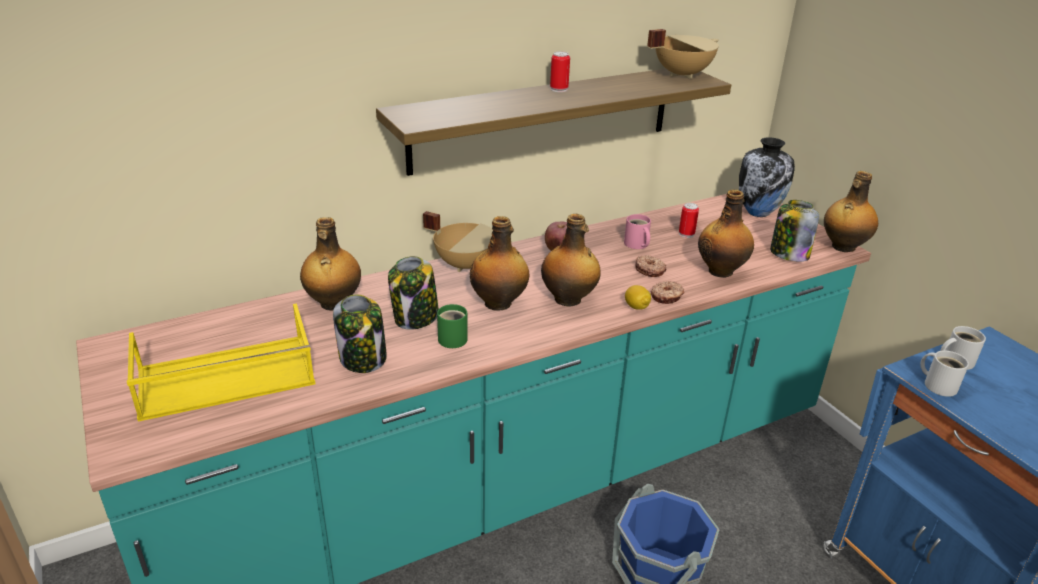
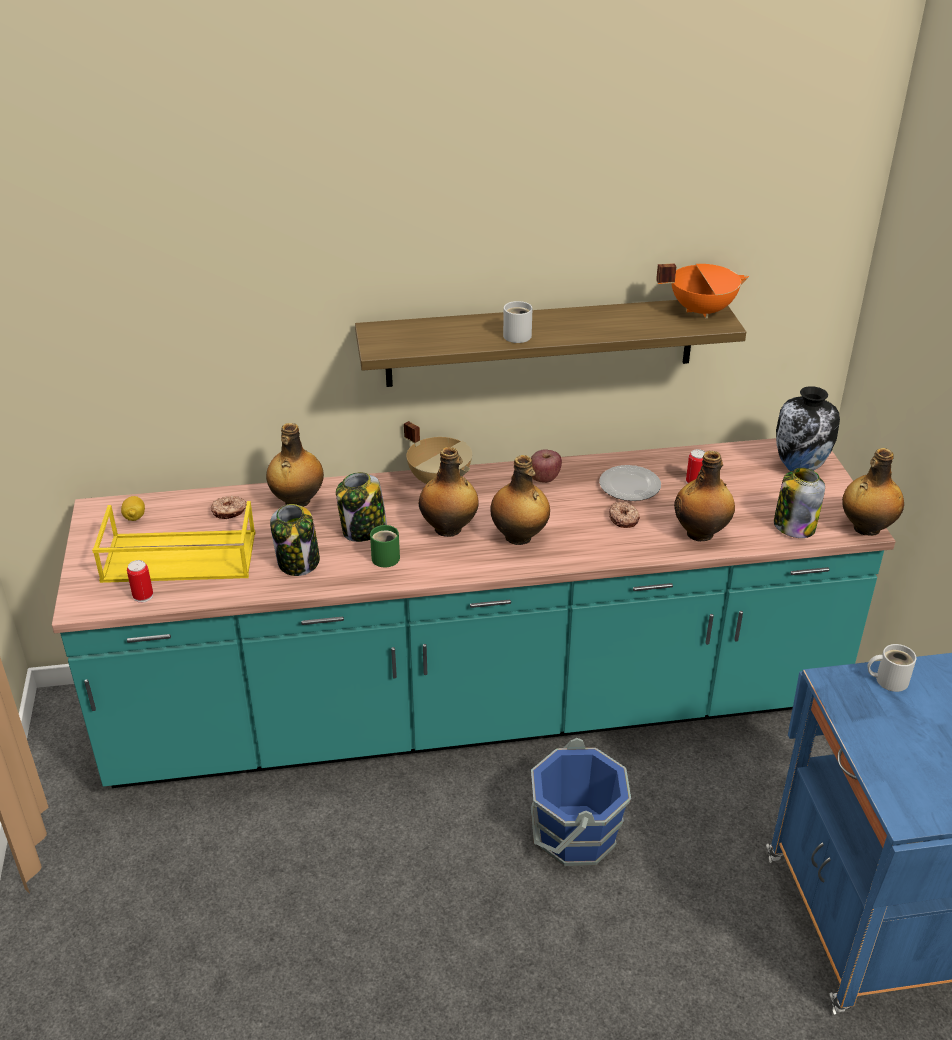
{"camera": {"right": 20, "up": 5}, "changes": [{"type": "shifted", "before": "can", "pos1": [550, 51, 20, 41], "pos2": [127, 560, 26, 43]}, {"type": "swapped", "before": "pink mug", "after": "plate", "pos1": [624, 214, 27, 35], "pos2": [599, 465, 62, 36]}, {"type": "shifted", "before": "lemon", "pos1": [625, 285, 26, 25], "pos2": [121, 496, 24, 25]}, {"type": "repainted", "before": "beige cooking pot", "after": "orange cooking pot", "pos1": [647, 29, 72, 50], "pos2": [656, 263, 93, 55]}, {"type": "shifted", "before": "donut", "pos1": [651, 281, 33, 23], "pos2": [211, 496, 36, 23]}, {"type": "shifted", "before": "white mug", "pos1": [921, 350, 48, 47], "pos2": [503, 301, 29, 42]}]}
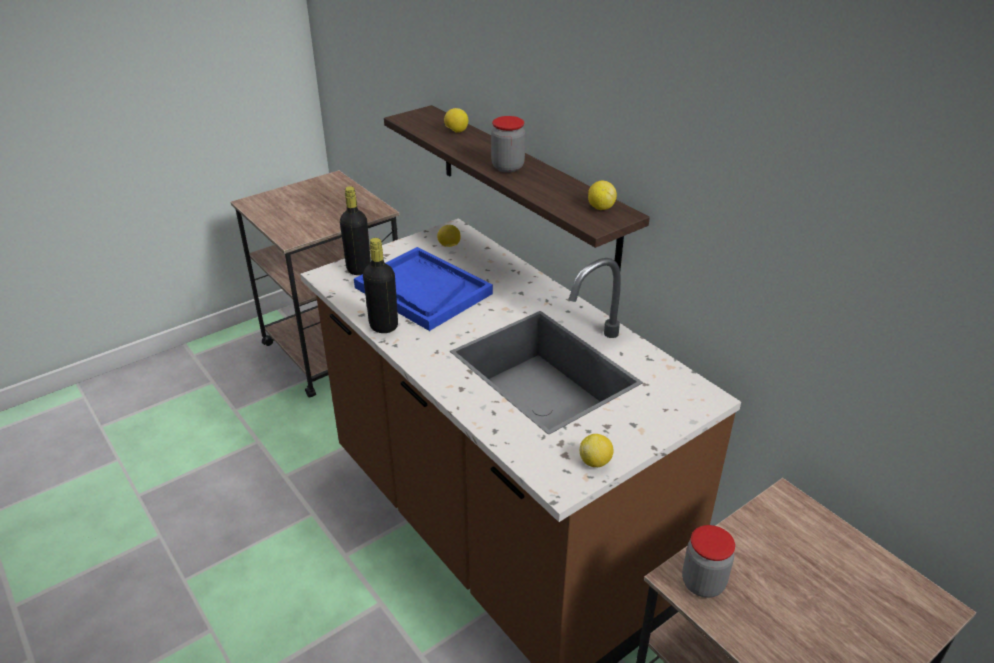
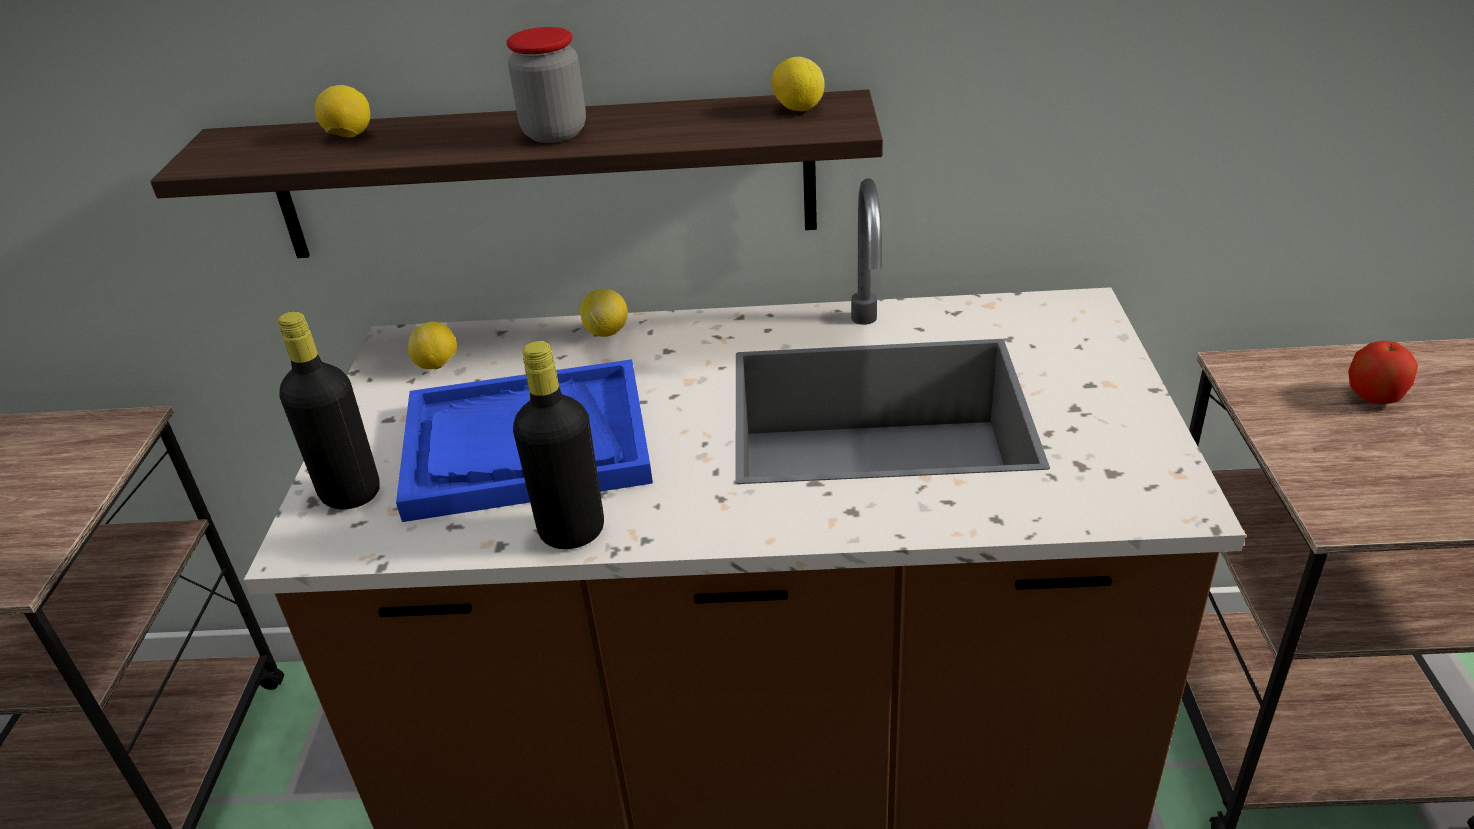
{"camera": {"right": -50, "up": 0}, "changes": [{"type": "shifted", "before": "lemon", "pos1": [580, 434, 34, 33], "pos2": [580, 289, 48, 48]}, {"type": "gone", "before": "jar", "pos1": [682, 525, 53, 73]}, {"type": "new", "after": "apple", "pos2": [1348, 341, 70, 63]}]}
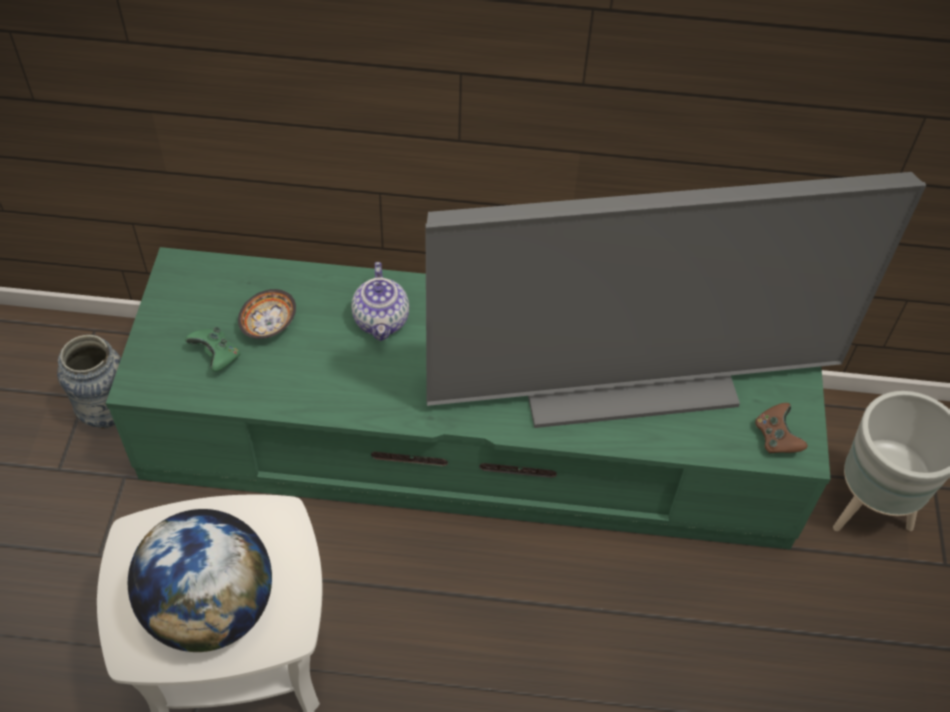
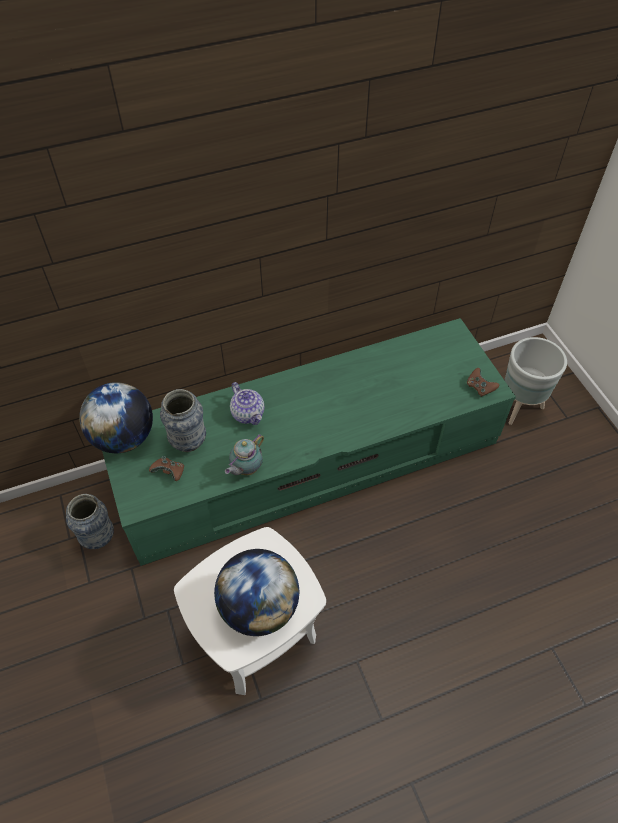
{"camera": {"right": -25, "up": 0}, "changes": [{"type": "repainted", "before": "green game controller", "after": "brown game controller", "pos1": [185, 327, 55, 45], "pos2": [149, 456, 35, 25]}, {"type": "swapped", "before": "bowl", "after": "vase", "pos1": [238, 289, 58, 50], "pos2": [160, 389, 46, 63]}, {"type": "gone", "before": "television", "pos1": [425, 172, 501, 256]}, {"type": "new", "after": "globe", "pos2": [79, 382, 74, 71]}, {"type": "new", "after": "teapot", "pos2": [225, 434, 39, 41]}]}
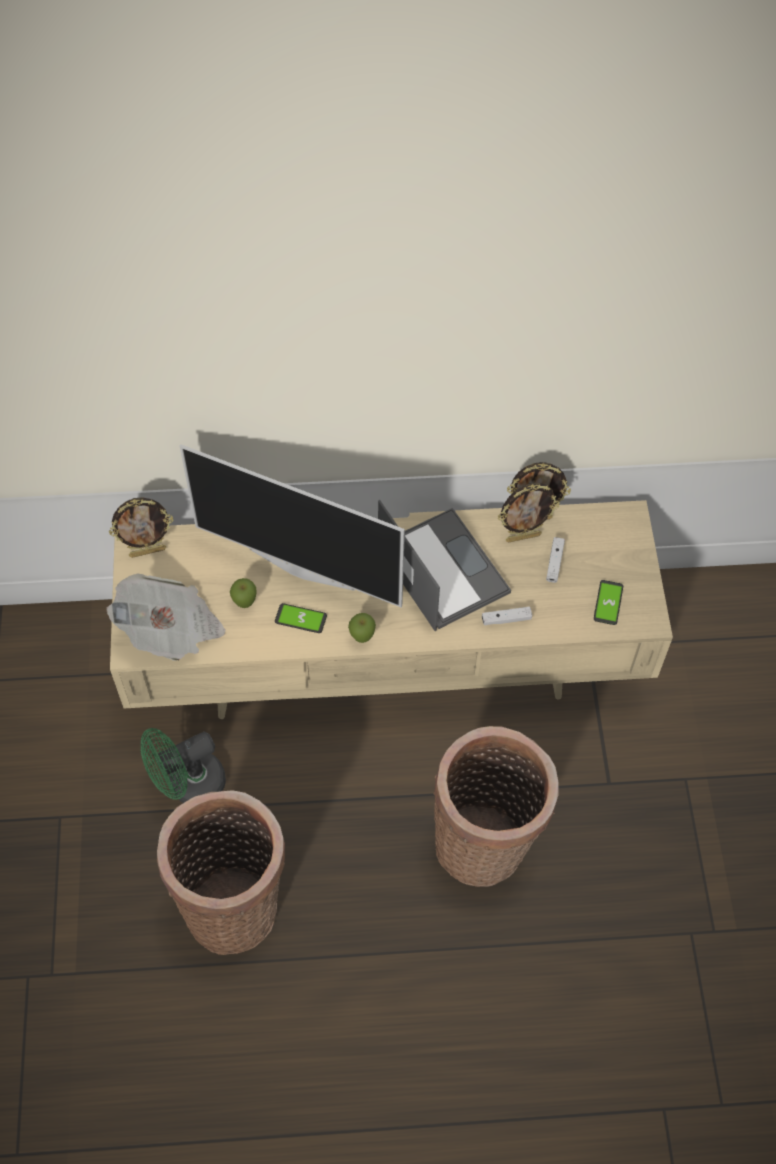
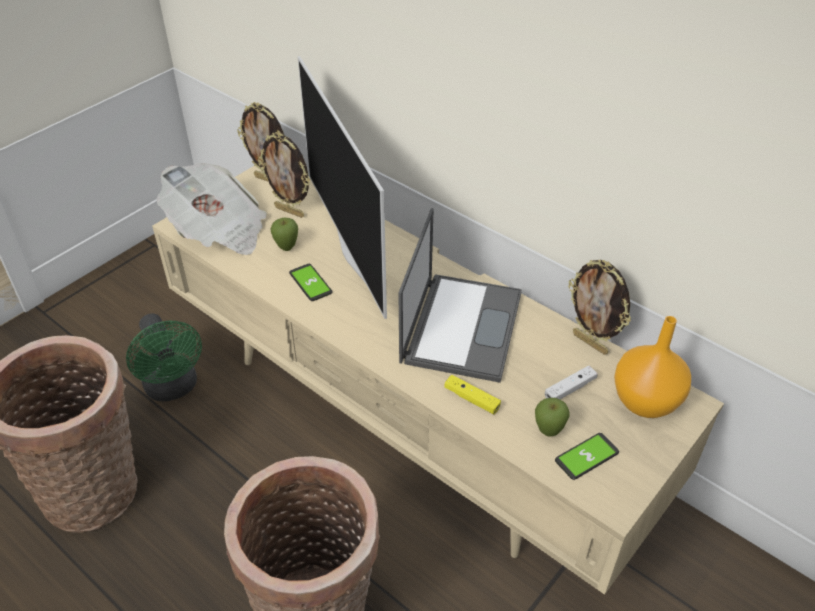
{"camera": {"right": 45, "up": -15}, "changes": [{"type": "rotated", "before": "green fan", "pos1": [141, 728, 85, 75], "pos2": [126, 314, 76, 87], "turn": -135}, {"type": "shifted", "before": "apple", "pos1": [348, 613, 28, 30], "pos2": [535, 398, 34, 38]}, {"type": "repainted", "before": "white game controller", "after": "yellow game controller", "pos1": [482, 607, 50, 18], "pos2": [444, 375, 57, 39]}, {"type": "shifted", "before": "picture frame", "pos1": [498, 483, 62, 60], "pos2": [258, 132, 52, 86]}, {"type": "new", "after": "orange vase", "pos2": [614, 316, 77, 102]}]}
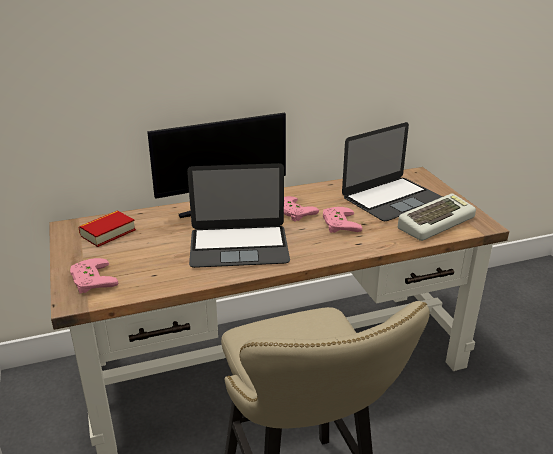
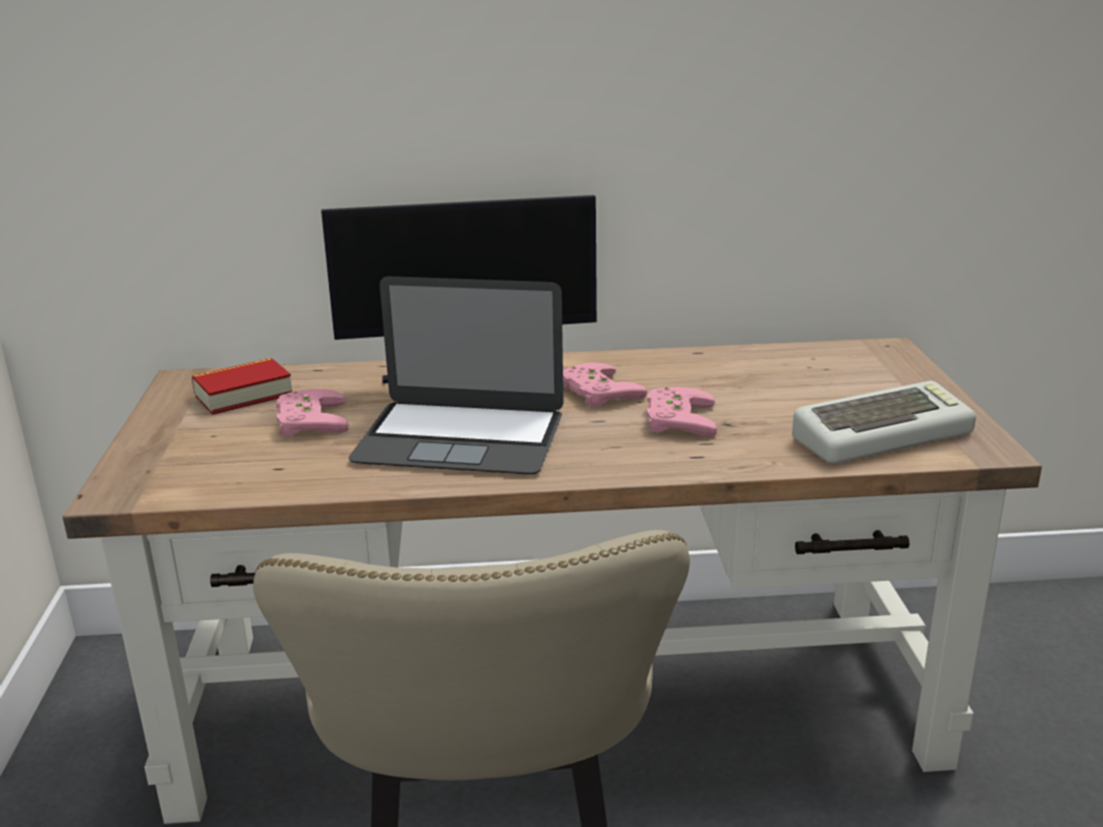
{"camera": {"right": 15, "up": -5}, "changes": [{"type": "shifted", "before": "pink game controller", "pos1": [70, 258, 48, 36], "pos2": [276, 389, 73, 48]}, {"type": "gone", "before": "laptop", "pos1": [342, 122, 100, 100]}]}
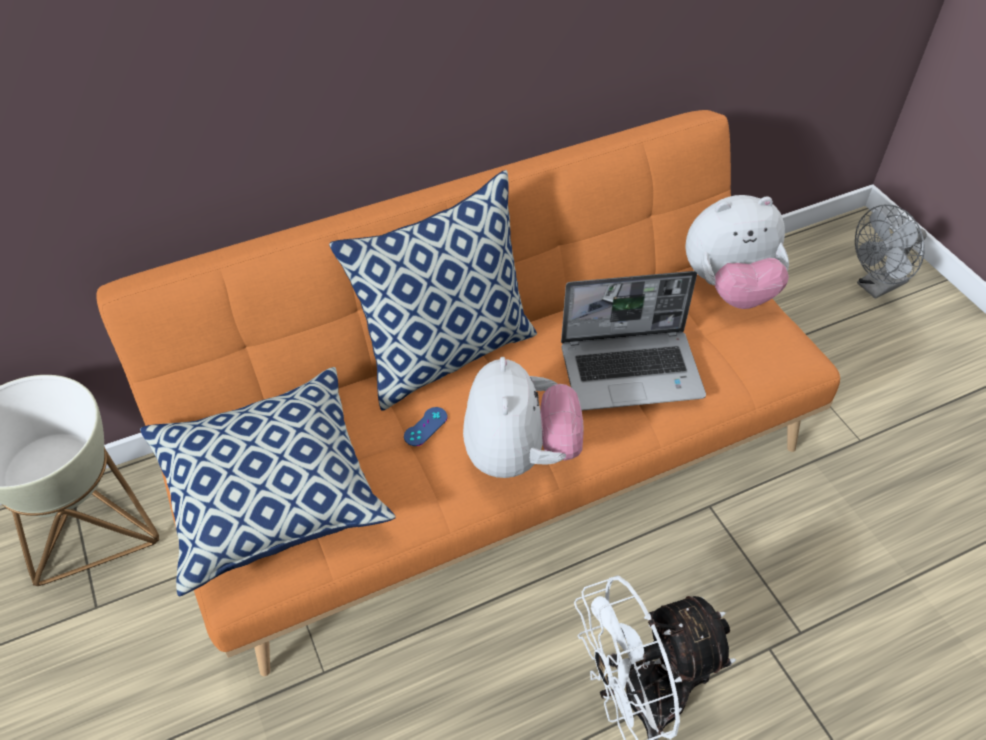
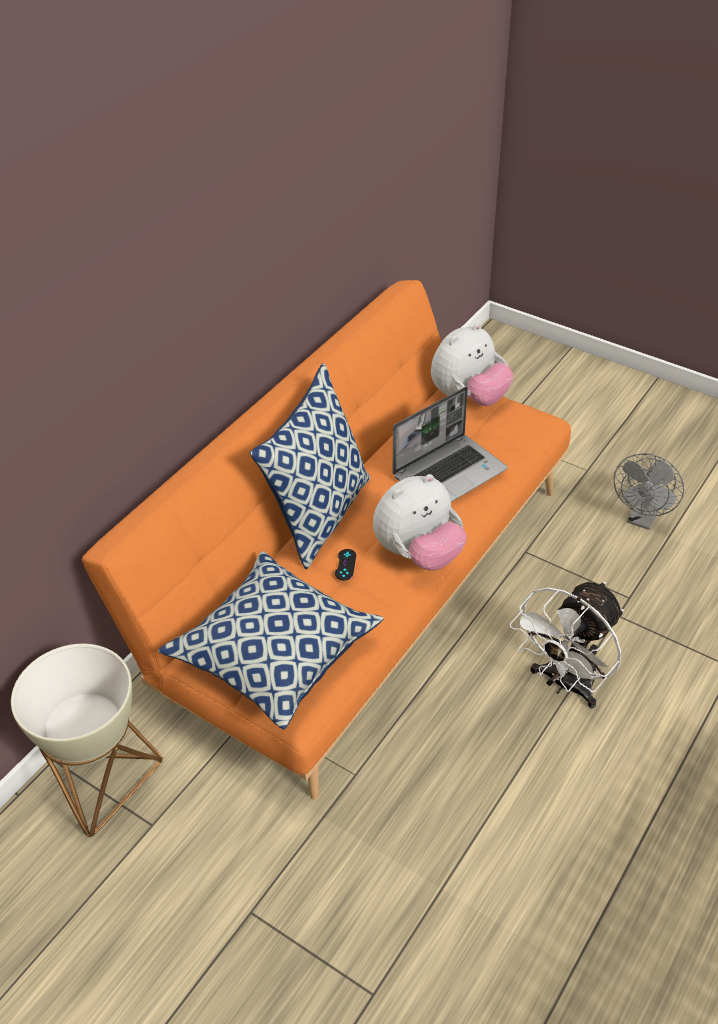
{"camera": {"right": -30, "up": -5}, "changes": [{"type": "repainted", "before": "blue game controller", "after": "black game controller", "pos1": [404, 407, 43, 39], "pos2": [335, 549, 21, 31]}, {"type": "rotated", "before": "plush toy", "pos1": [463, 357, 121, 121], "pos2": [373, 474, 94, 97], "turn": 90}, {"type": "shifted", "before": "grey fan", "pos1": [855, 204, 72, 95], "pos2": [614, 453, 70, 77]}]}
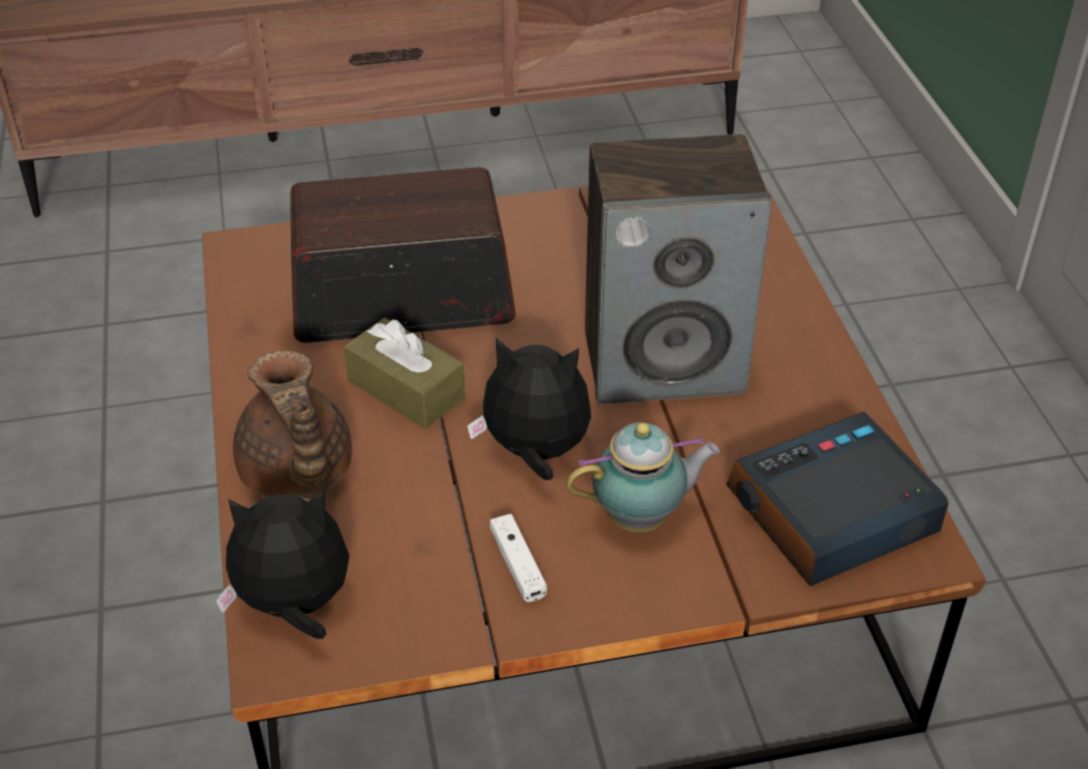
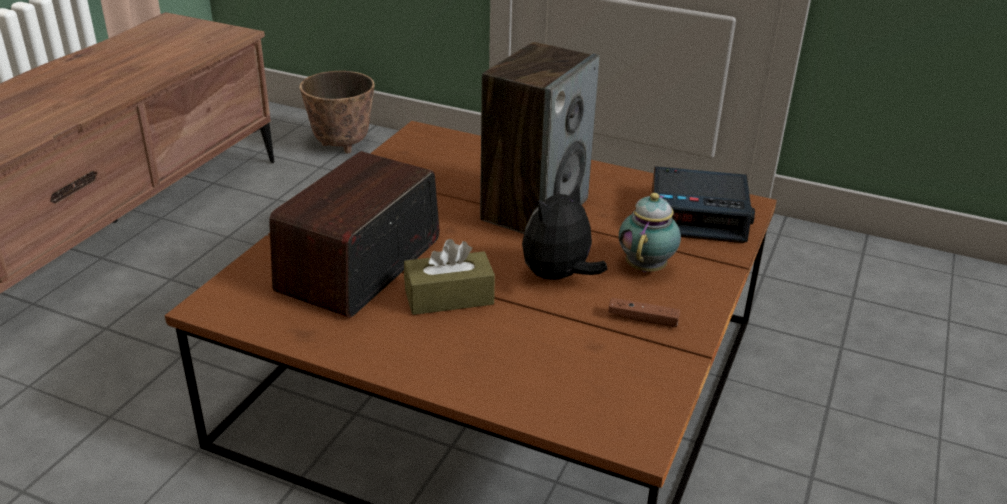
{"camera": {"right": -55, "up": -10}, "changes": [{"type": "gone", "before": "plush toy", "pos1": [215, 489, 134, 150]}, {"type": "gone", "before": "brown teapot", "pos1": [233, 351, 119, 148]}, {"type": "repainted", "before": "white game controller", "after": "brown game controller", "pos1": [490, 514, 57, 88], "pos2": [608, 298, 72, 29]}, {"type": "rotated", "before": "alarm clock", "pos1": [727, 412, 222, 174], "pos2": [652, 166, 103, 77], "turn": -90}, {"type": "new", "after": "planter", "pos2": [300, 71, 75, 82]}]}
